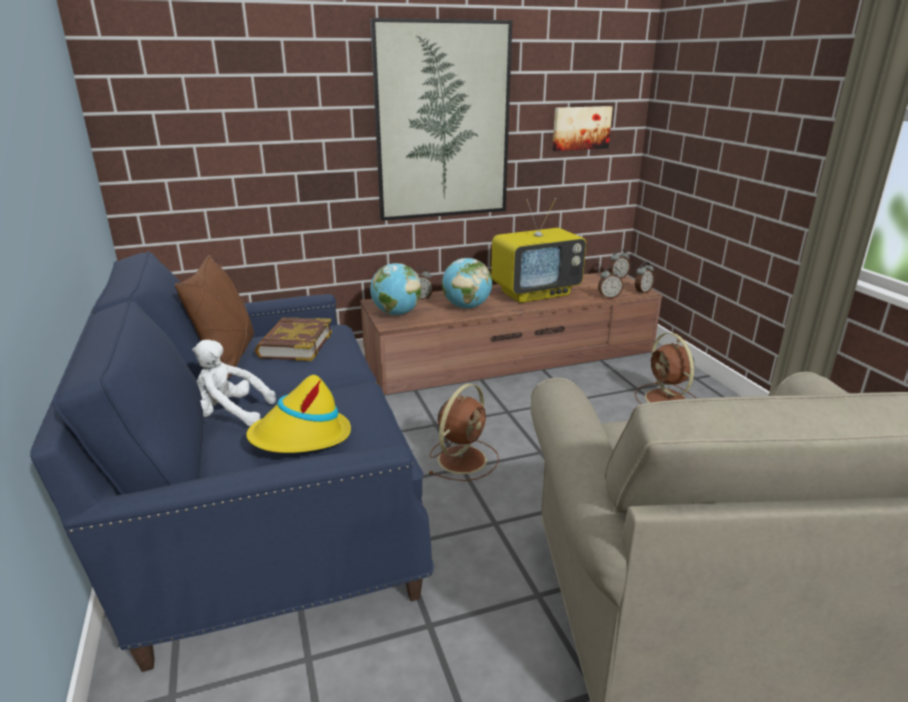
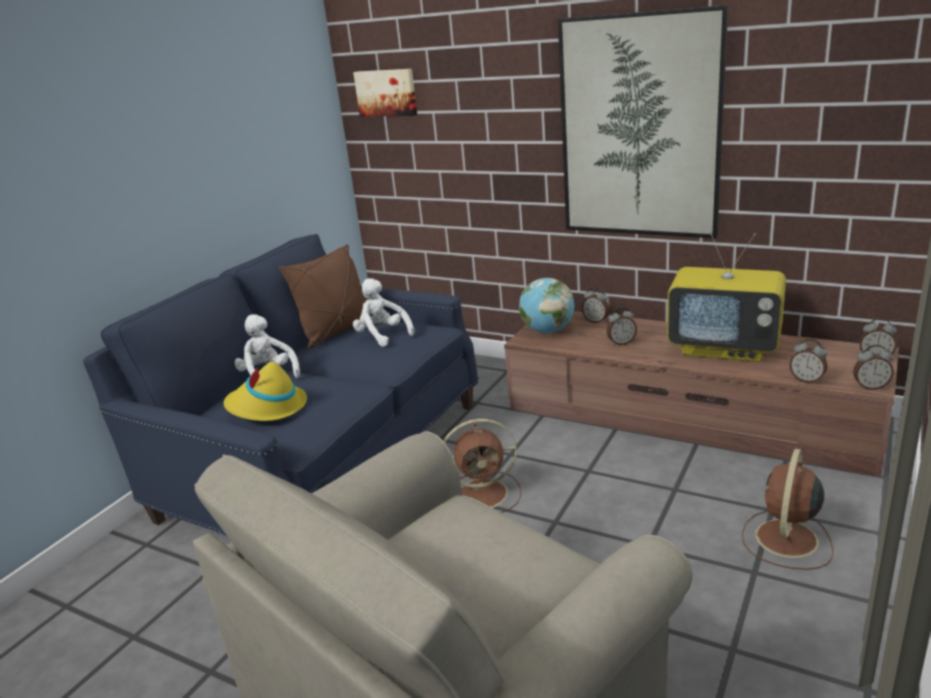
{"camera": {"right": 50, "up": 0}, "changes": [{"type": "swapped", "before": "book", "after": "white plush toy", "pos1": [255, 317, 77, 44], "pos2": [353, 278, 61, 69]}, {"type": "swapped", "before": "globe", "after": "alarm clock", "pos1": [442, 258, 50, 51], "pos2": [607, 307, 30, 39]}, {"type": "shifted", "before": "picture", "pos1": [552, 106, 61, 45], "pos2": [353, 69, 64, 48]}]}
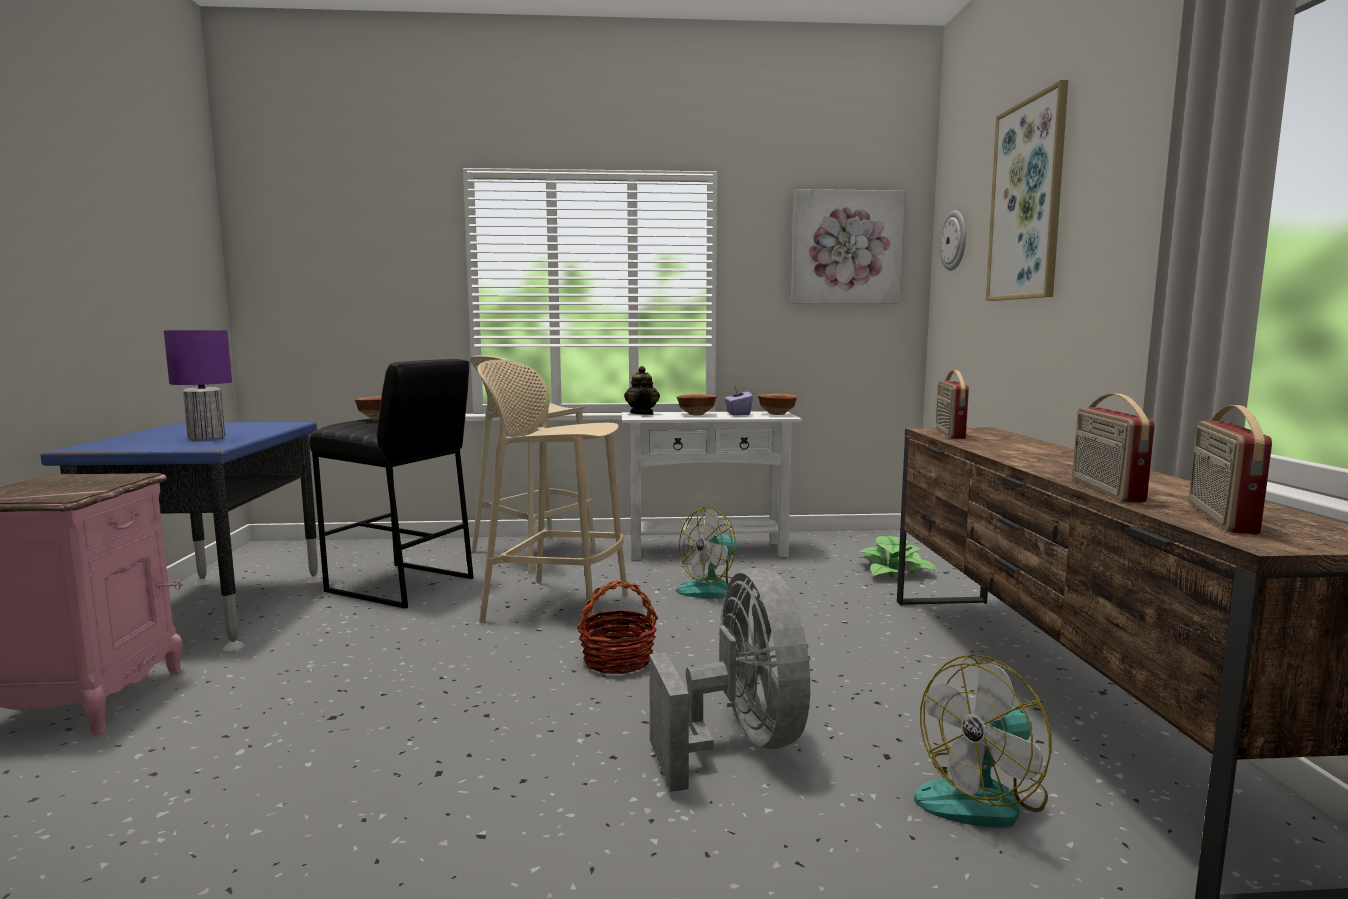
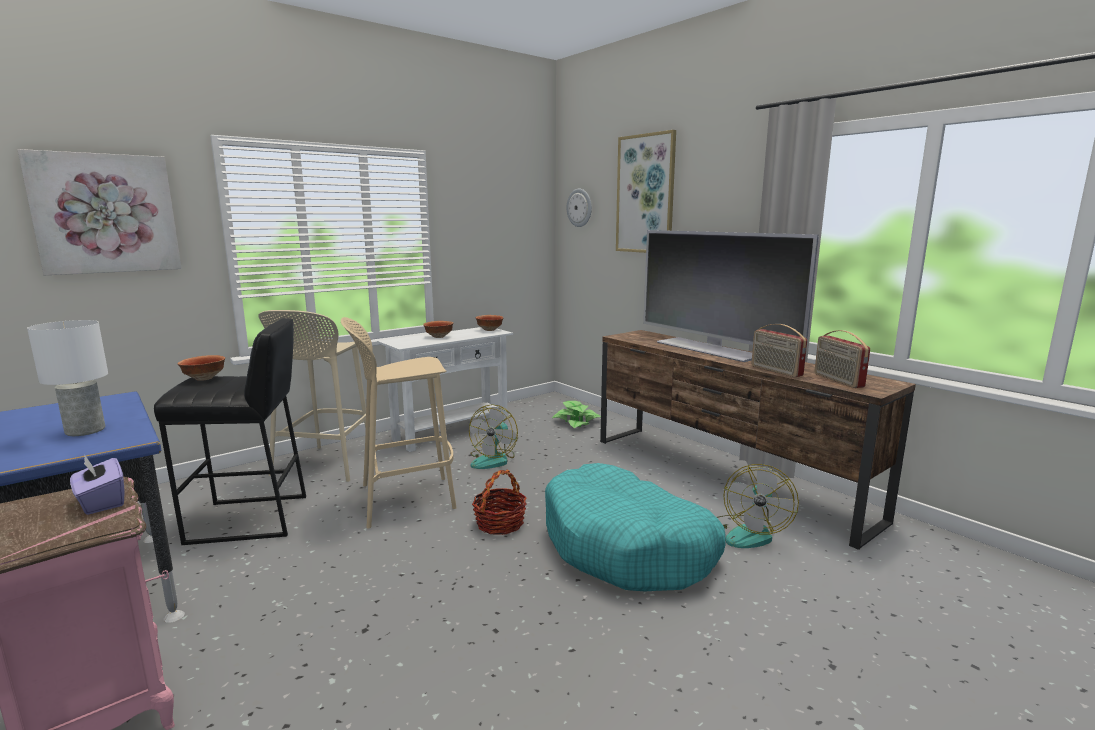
{"camera": {"right": -35, "up": 5}, "changes": [{"type": "repainted", "before": "purple table lamp", "after": "white table lamp", "pos1": [164, 330, 68, 110], "pos2": [27, 320, 81, 116]}, {"type": "gone", "before": "teapot", "pos1": [624, 366, 36, 49]}, {"type": "swapped", "before": "grey fan", "after": "turquoise dog bed", "pos1": [649, 568, 161, 224], "pos2": [545, 463, 181, 128]}, {"type": "shifted", "before": "purple tissue box", "pos1": [724, 386, 29, 29], "pos2": [70, 454, 54, 61]}, {"type": "shifted", "before": "picture", "pos1": [791, 189, 114, 115], "pos2": [17, 149, 165, 126]}, {"type": "gone", "before": "radio", "pos1": [936, 370, 33, 69]}, {"type": "new", "after": "television", "pos2": [643, 230, 176, 132]}]}
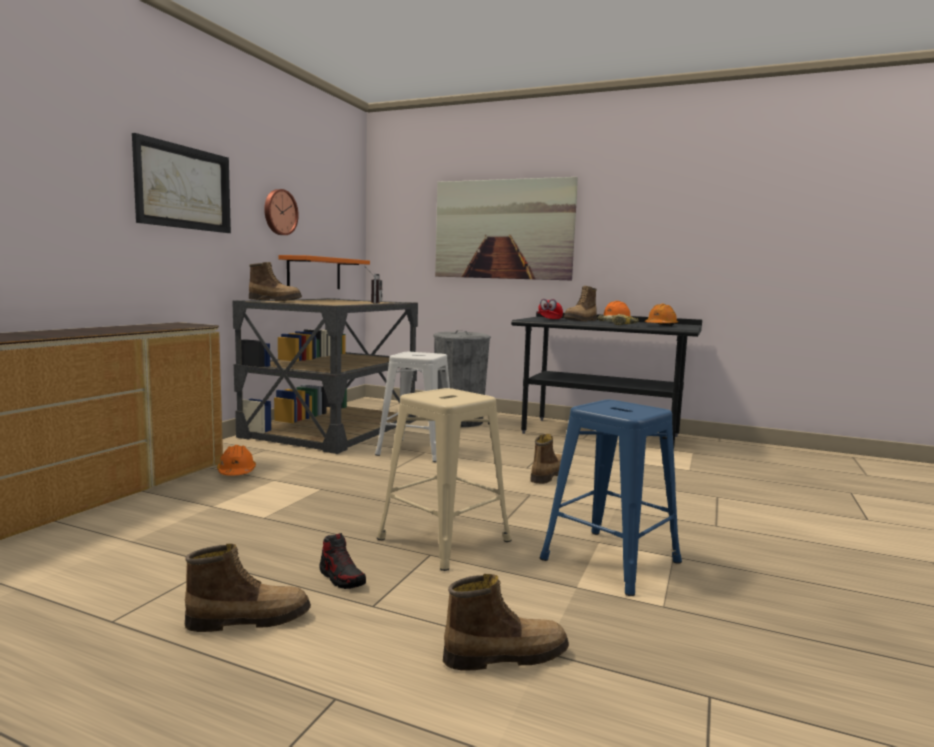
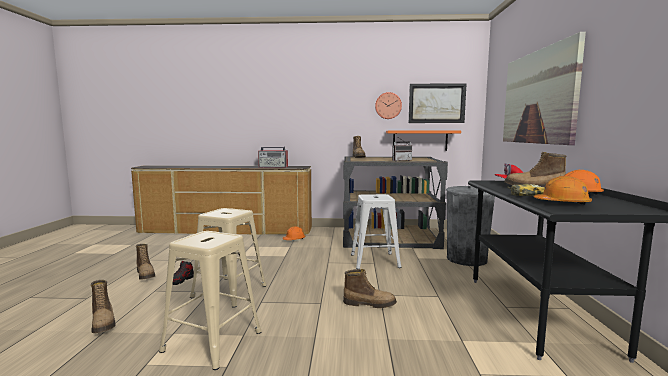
{"camera": {"right": 70, "up": 0}, "changes": [{"type": "shifted", "before": "picture", "pos1": [132, 133, 99, 100], "pos2": [409, 83, 58, 40]}, {"type": "repainted", "before": "blue stool", "after": "beige stool", "pos1": [540, 400, 142, 196], "pos2": [159, 231, 103, 139]}, {"type": "new", "after": "radio", "pos2": [258, 146, 30, 22]}]}
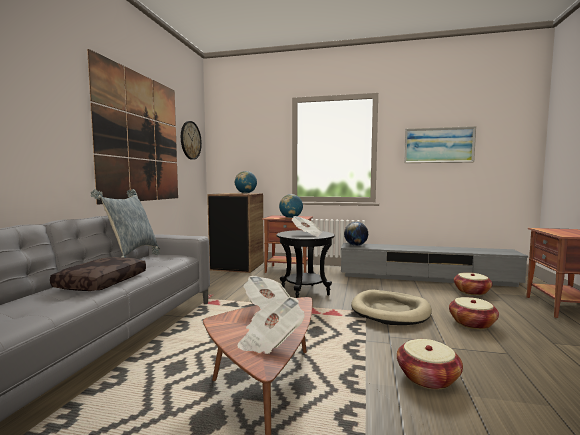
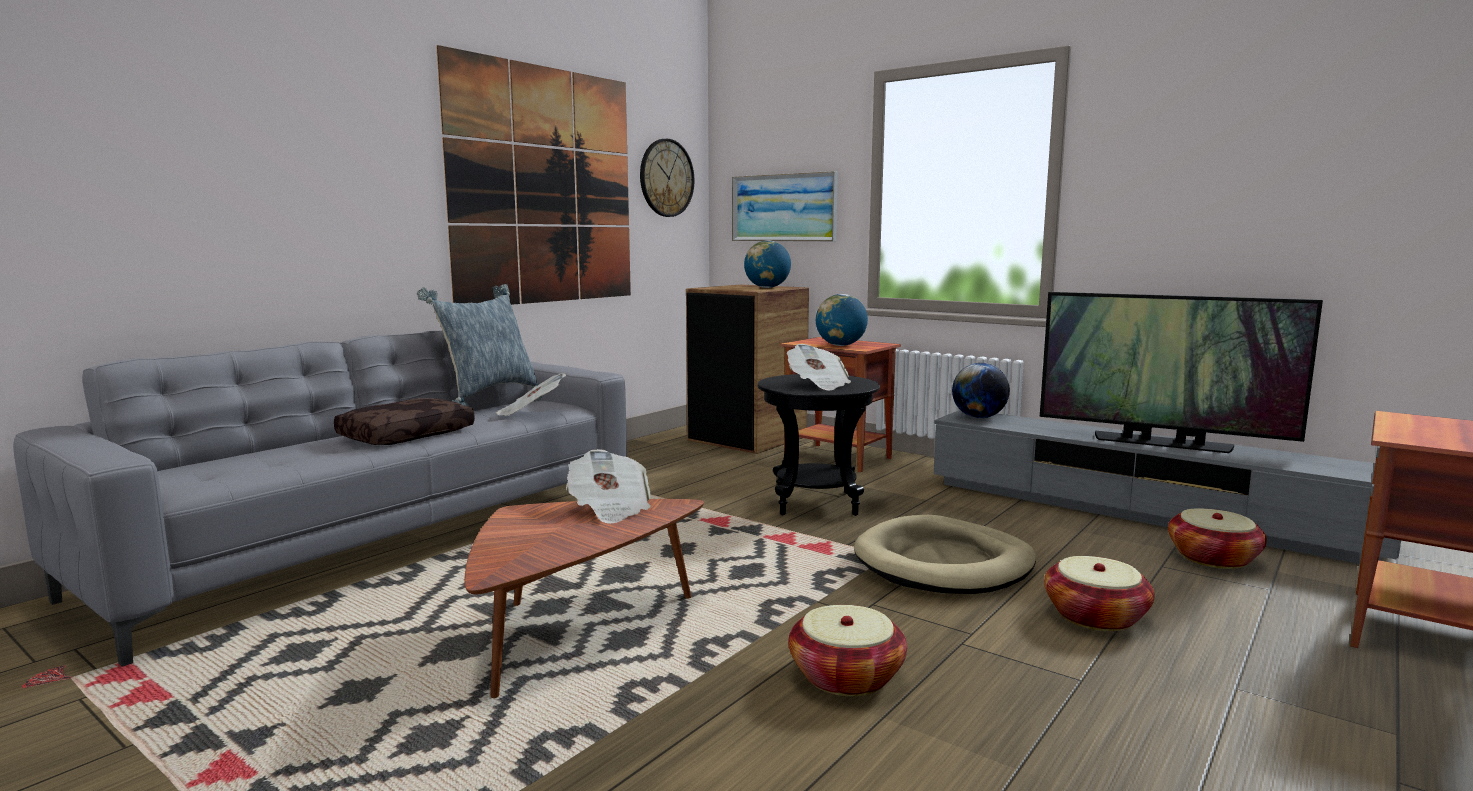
{"camera": {"right": 25, "up": 5}, "changes": [{"type": "shifted", "before": "newspaper", "pos1": [237, 297, 68, 57], "pos2": [496, 373, 70, 43]}, {"type": "shifted", "before": "picture", "pos1": [404, 126, 72, 37], "pos2": [732, 171, 106, 70]}, {"type": "new", "after": "television", "pos2": [1040, 292, 283, 161]}]}
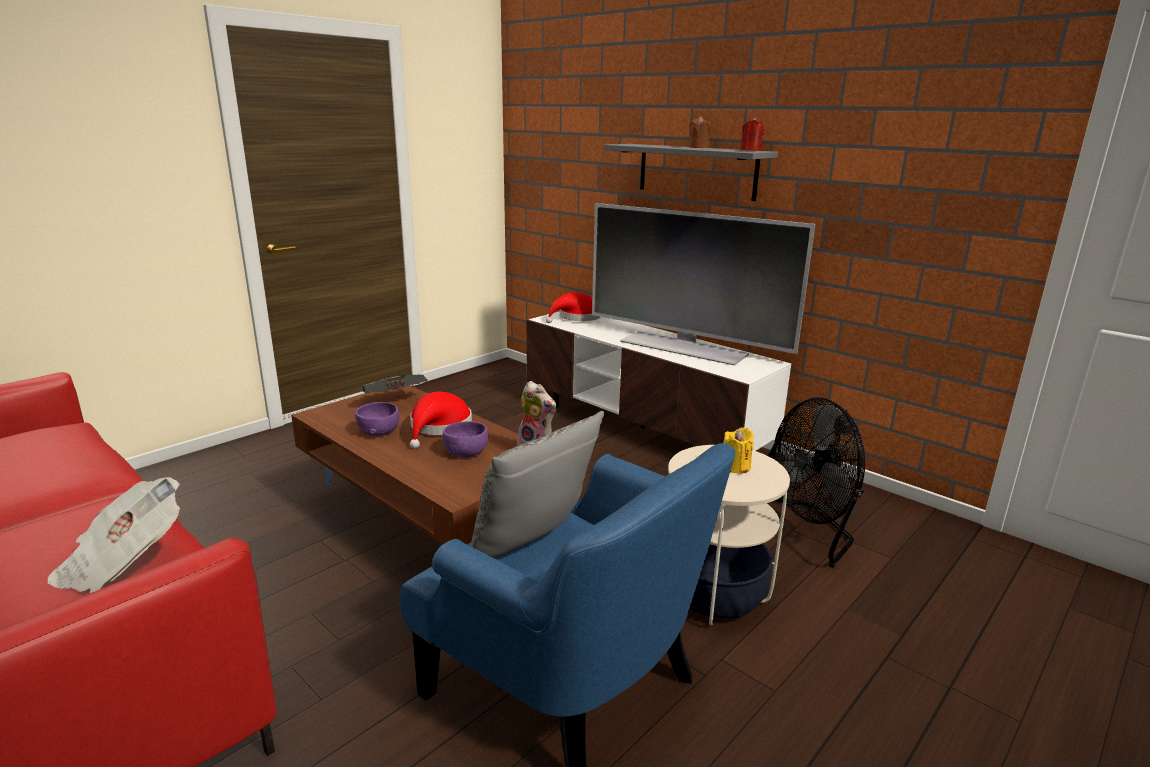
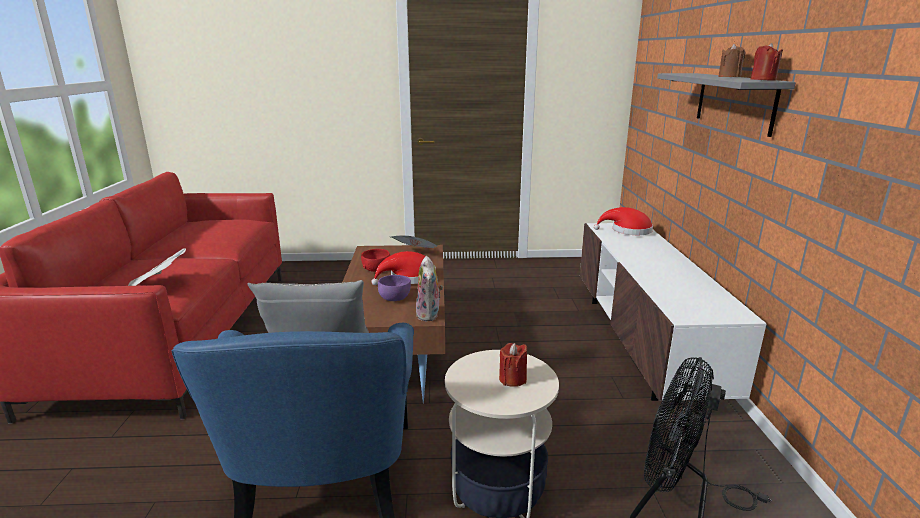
{"camera": {"right": 45, "up": 0}, "changes": [{"type": "repainted", "before": "purple bowl", "after": "red bowl", "pos1": [355, 402, 45, 34], "pos2": [361, 249, 29, 23]}, {"type": "gone", "before": "television", "pos1": [592, 203, 224, 162]}, {"type": "repainted", "before": "yellow candle", "after": "red candle", "pos1": [723, 428, 31, 46], "pos2": [499, 343, 28, 44]}]}
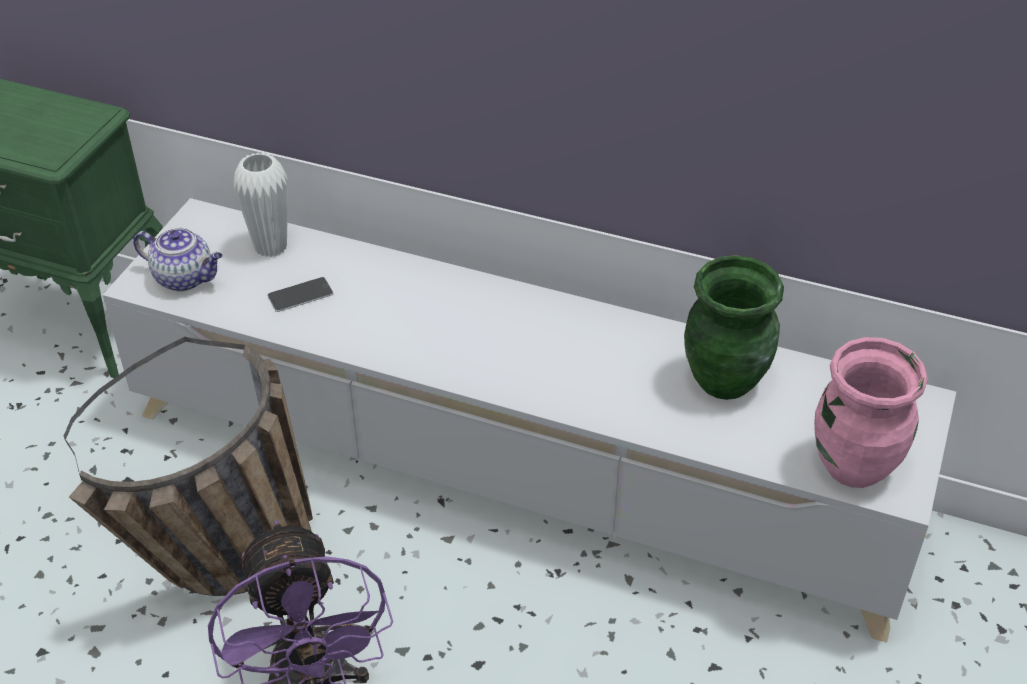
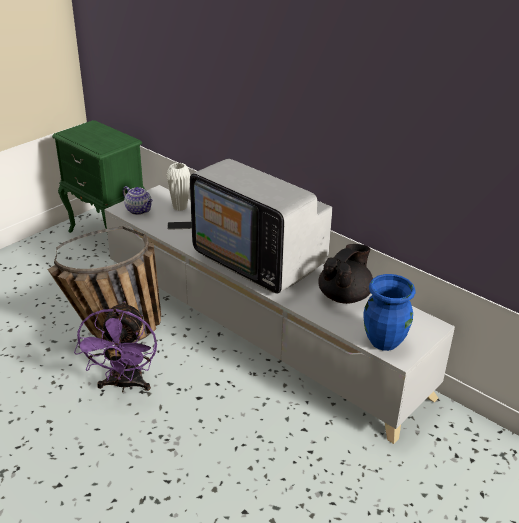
{"camera": {"right": 20, "up": -10}, "changes": [{"type": "swapped", "before": "green vase", "after": "black teapot", "pos1": [684, 255, 100, 145], "pos2": [318, 244, 55, 60]}, {"type": "repainted", "before": "pink vase", "after": "blue vase", "pos1": [814, 337, 114, 151], "pos2": [364, 274, 52, 77]}, {"type": "new", "after": "television", "pos2": [190, 159, 142, 134]}]}
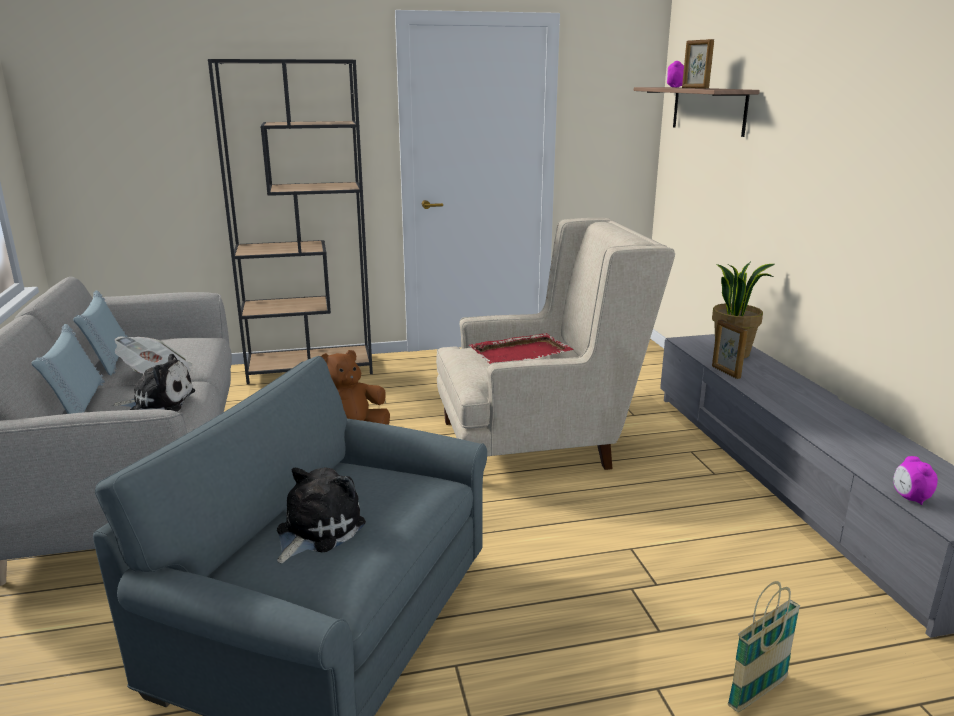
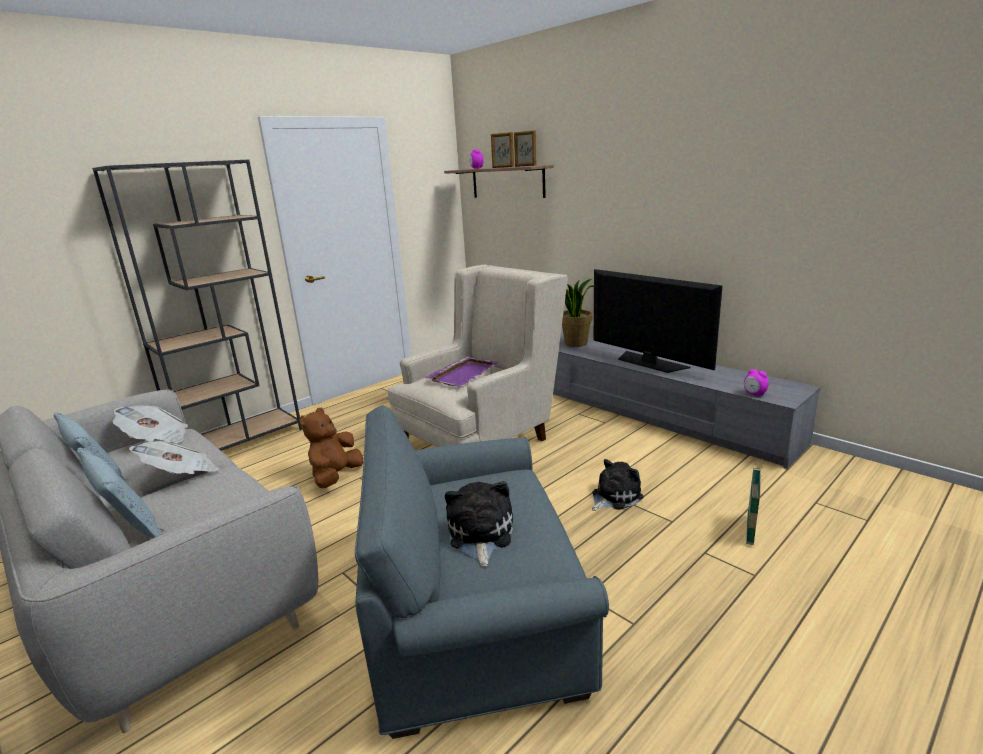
{"camera": {"right": -30, "up": 0}, "changes": [{"type": "shifted", "before": "plush toy", "pos1": [112, 354, 83, 58], "pos2": [592, 459, 51, 52]}, {"type": "repainted", "before": "red tray", "after": "purple tray", "pos1": [469, 333, 105, 31], "pos2": [425, 356, 74, 31]}, {"type": "shifted", "before": "picture frame", "pos1": [712, 319, 36, 60], "pos2": [514, 131, 23, 36]}, {"type": "new", "after": "newspaper", "pos2": [112, 405, 76, 38]}, {"type": "new", "after": "television", "pos2": [594, 269, 129, 104]}]}
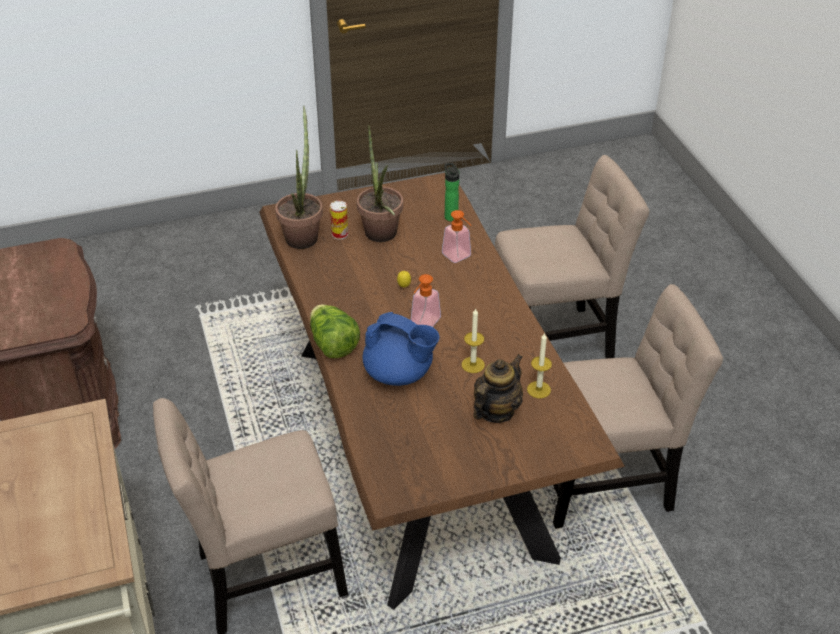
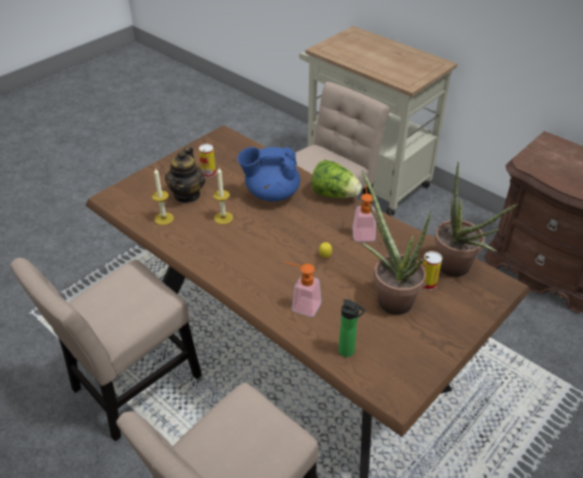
{"camera": {"right": 150, "up": 0}, "changes": [{"type": "shifted", "before": "soap dispenser", "pos1": [411, 274, 30, 53], "pos2": [352, 185, 24, 56]}, {"type": "new", "after": "can", "pos2": [199, 144, 17, 34]}]}
